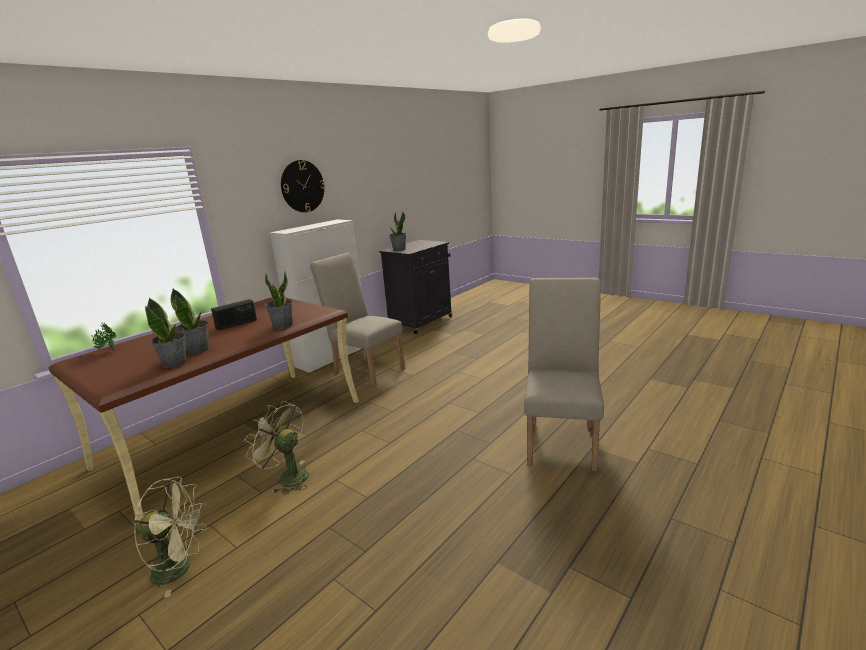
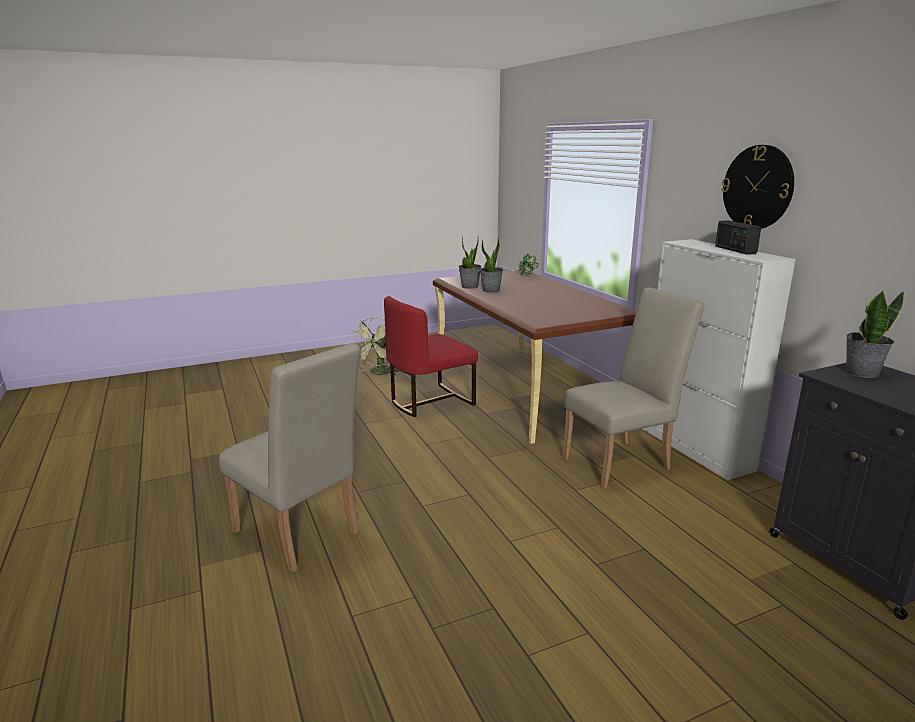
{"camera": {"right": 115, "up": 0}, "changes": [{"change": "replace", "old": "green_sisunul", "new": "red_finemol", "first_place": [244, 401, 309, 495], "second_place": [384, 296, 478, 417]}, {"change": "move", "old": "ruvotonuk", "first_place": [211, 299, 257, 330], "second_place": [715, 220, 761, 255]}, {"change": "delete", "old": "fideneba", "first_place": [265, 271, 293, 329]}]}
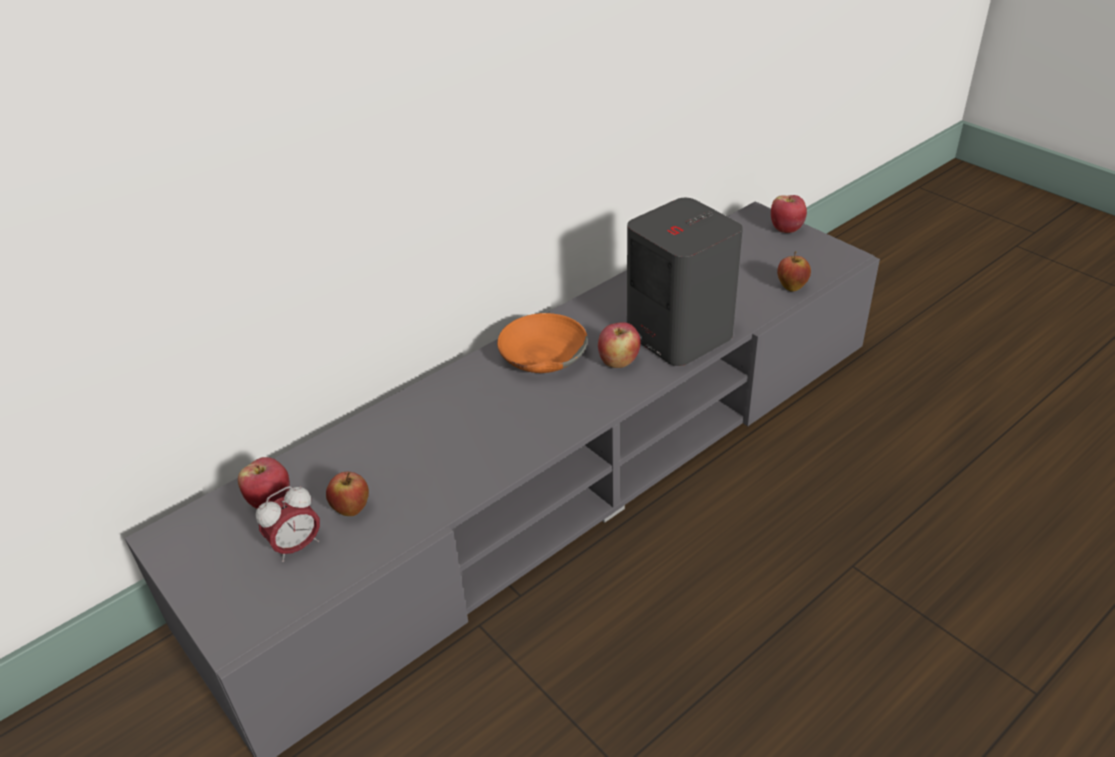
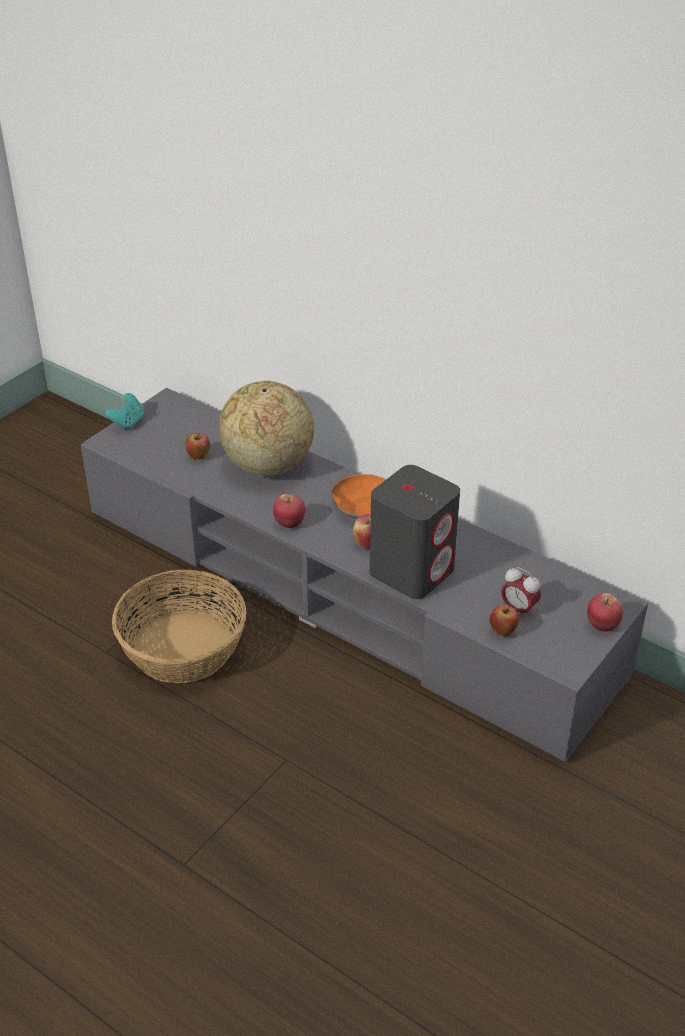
{"camera": {"right": 75, "up": 0}, "changes": [{"change": "insert", "new": "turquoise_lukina", "second_place": [105, 393, 144, 431]}, {"change": "insert", "new": "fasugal", "second_place": [112, 570, 247, 683]}, {"change": "insert", "new": "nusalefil", "second_place": [219, 381, 314, 476]}, {"change": "move", "old": "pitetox", "first_place": [238, 457, 290, 509], "second_place": [273, 494, 305, 528]}, {"change": "move", "old": "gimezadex", "first_place": [256, 486, 320, 562], "second_place": [501, 567, 541, 619]}]}
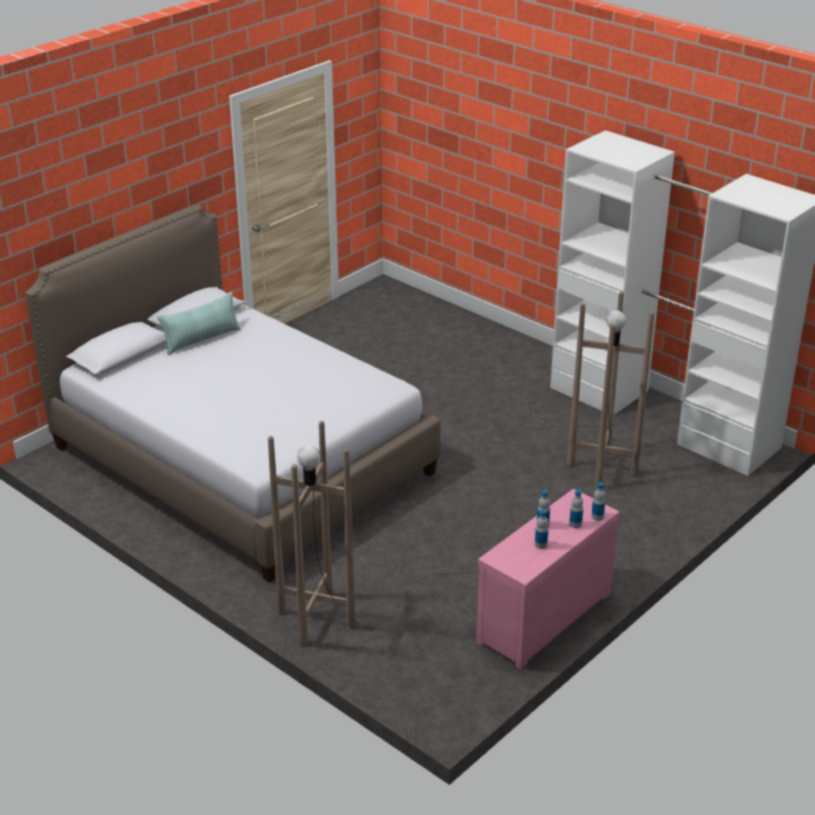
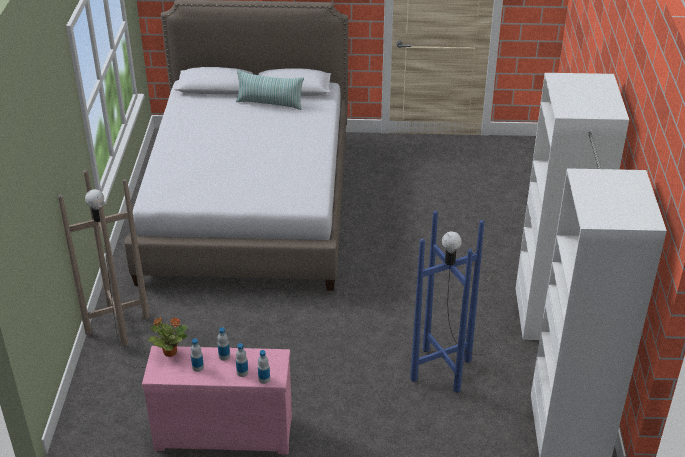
{"camera": {"right": 50, "up": 5}, "changes": [{"change": "insert", "new": "fideneba", "second_place": [148, 317, 188, 357]}, {"change": "recolor", "old": "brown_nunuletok", "new": "blue_nunuletok", "first_place": [461, 291, 654, 489], "second_place": [410, 210, 501, 393]}]}
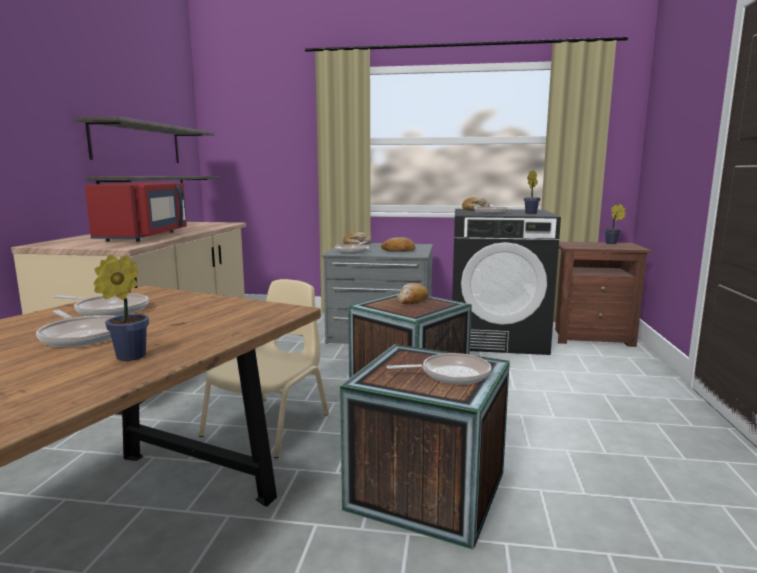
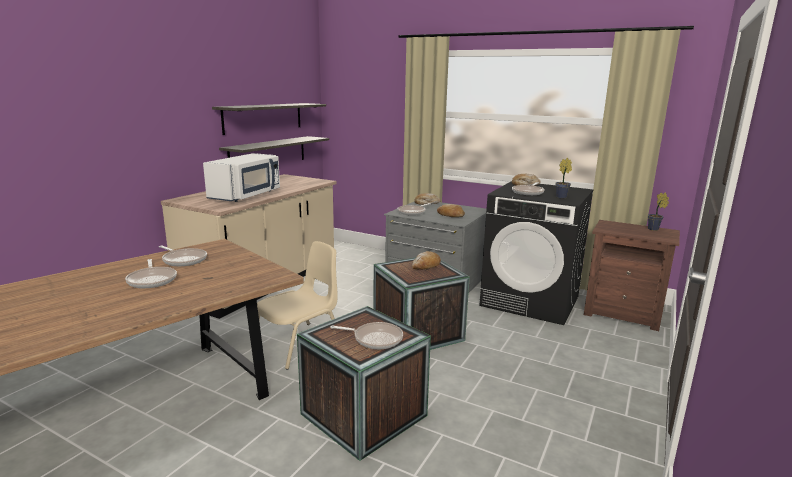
{"camera": {"right": 20, "up": 5}, "changes": [{"change": "recolor", "old": "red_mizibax", "new": "white_mizibax", "first_place": [85, 183, 187, 242], "second_place": [203, 153, 280, 202]}, {"change": "delete", "old": "fideneba", "first_place": [94, 254, 149, 361]}]}
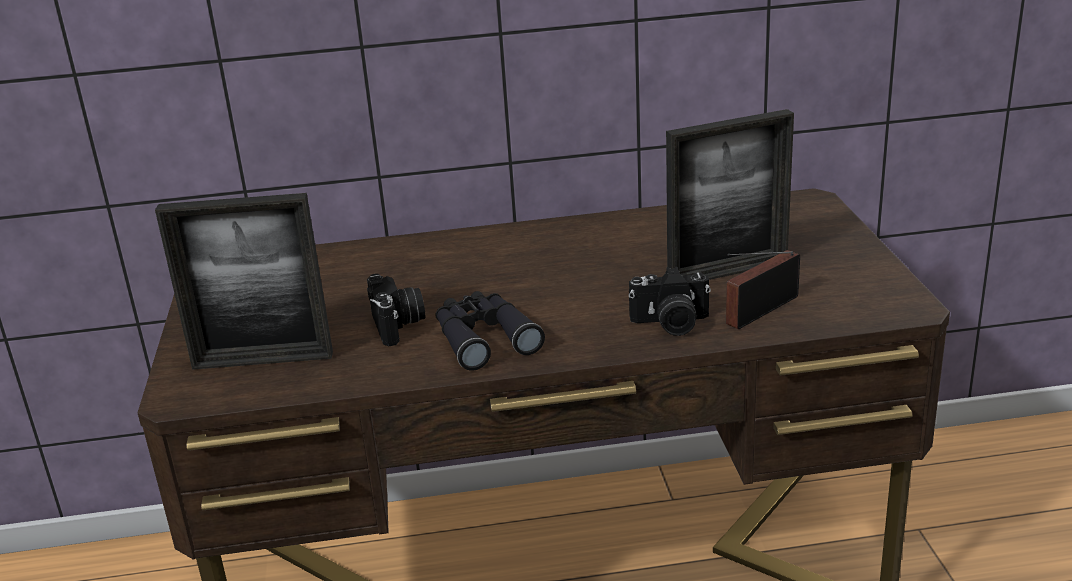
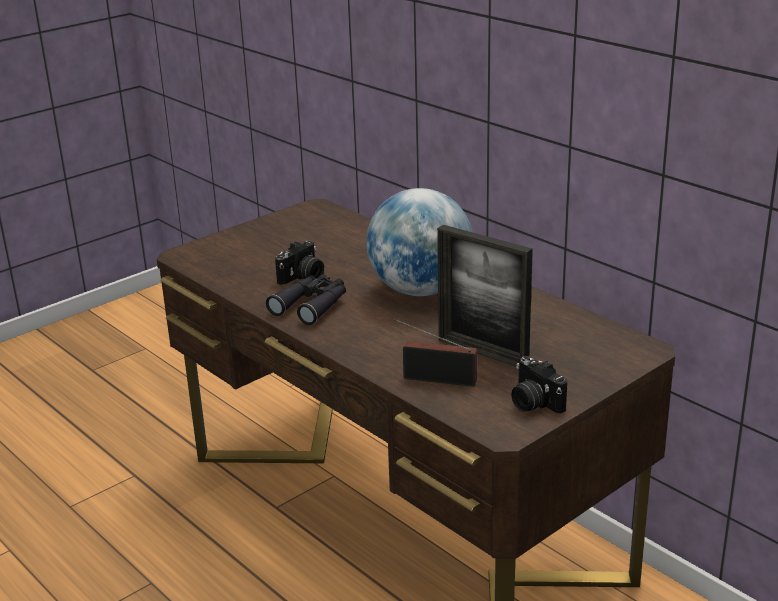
{"camera": {"right": 55, "up": 0}, "changes": [{"change": "insert", "new": "nusalefil", "second_place": [366, 188, 472, 296]}, {"change": "move", "old": "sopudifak", "first_place": [629, 267, 711, 336], "second_place": [511, 356, 567, 413]}, {"change": "delete", "old": "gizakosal", "first_place": [155, 193, 333, 370]}]}
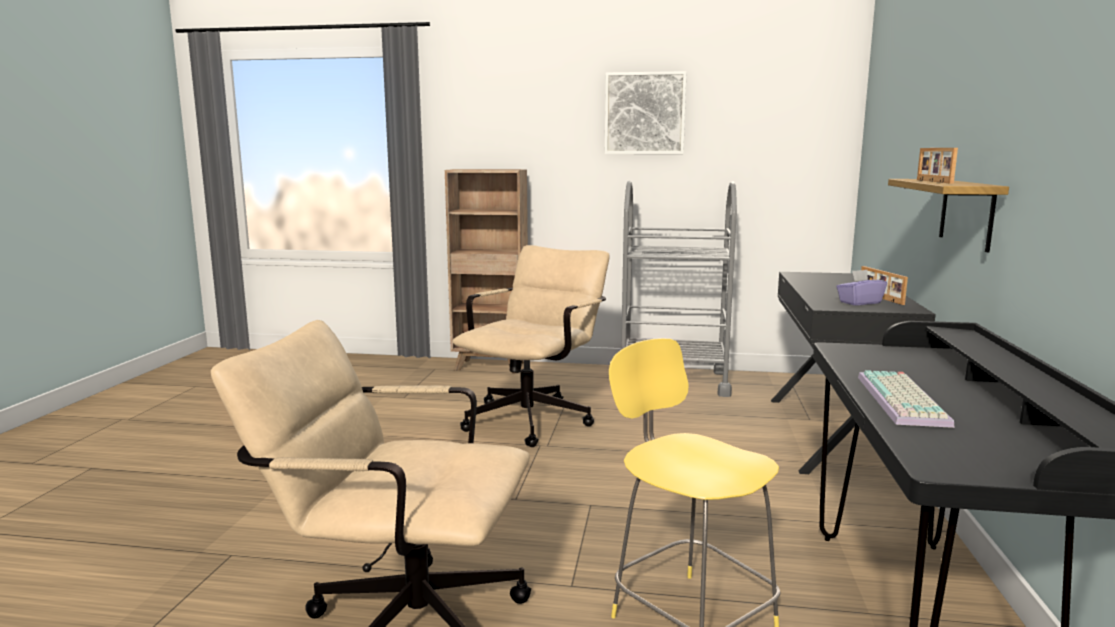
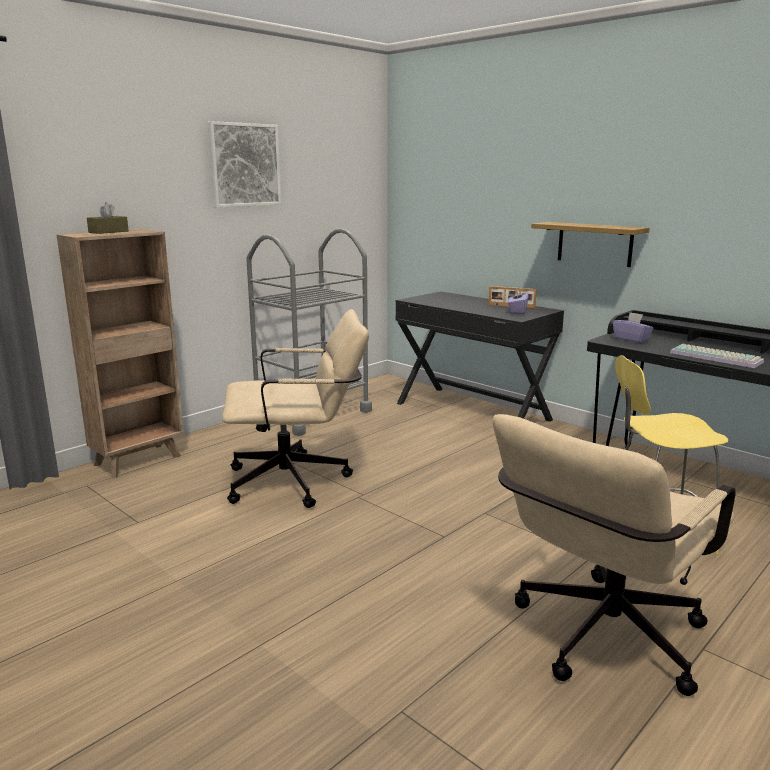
{"camera": {"right": -55, "up": 5}, "changes": [{"change": "insert", "new": "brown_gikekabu", "second_place": [87, 202, 129, 234]}, {"change": "rotate", "old": "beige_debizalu", "first_place": [452, 245, 610, 447], "second_place": [222, 309, 369, 508], "degrees": 105}, {"change": "insert", "new": "purple_gikekabu", "second_place": [613, 312, 654, 343]}, {"change": "delete", "old": "gizakosal", "first_place": [917, 148, 958, 184]}]}
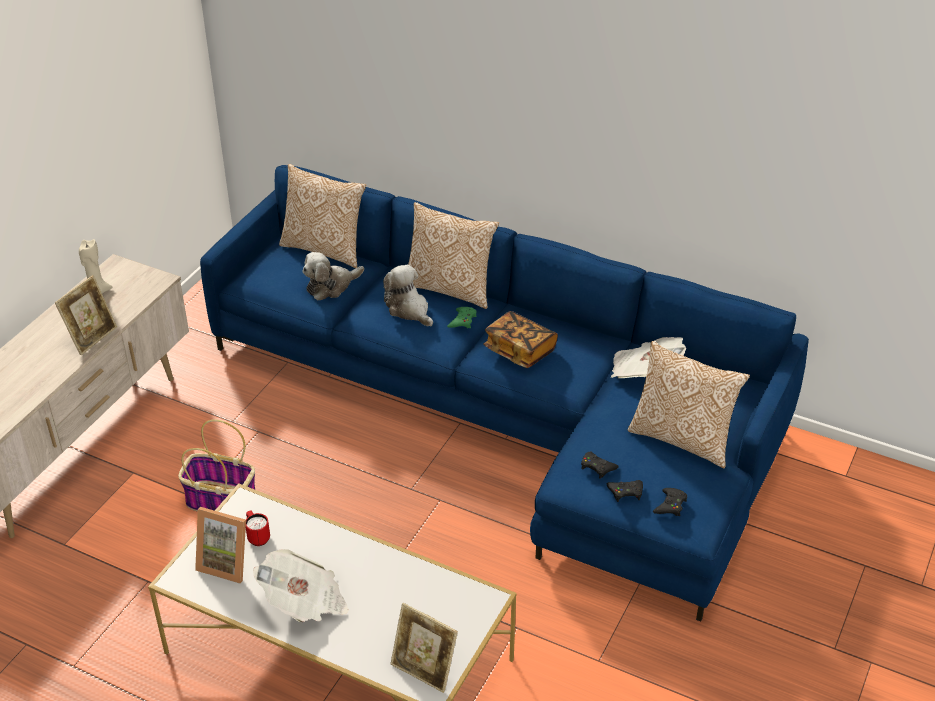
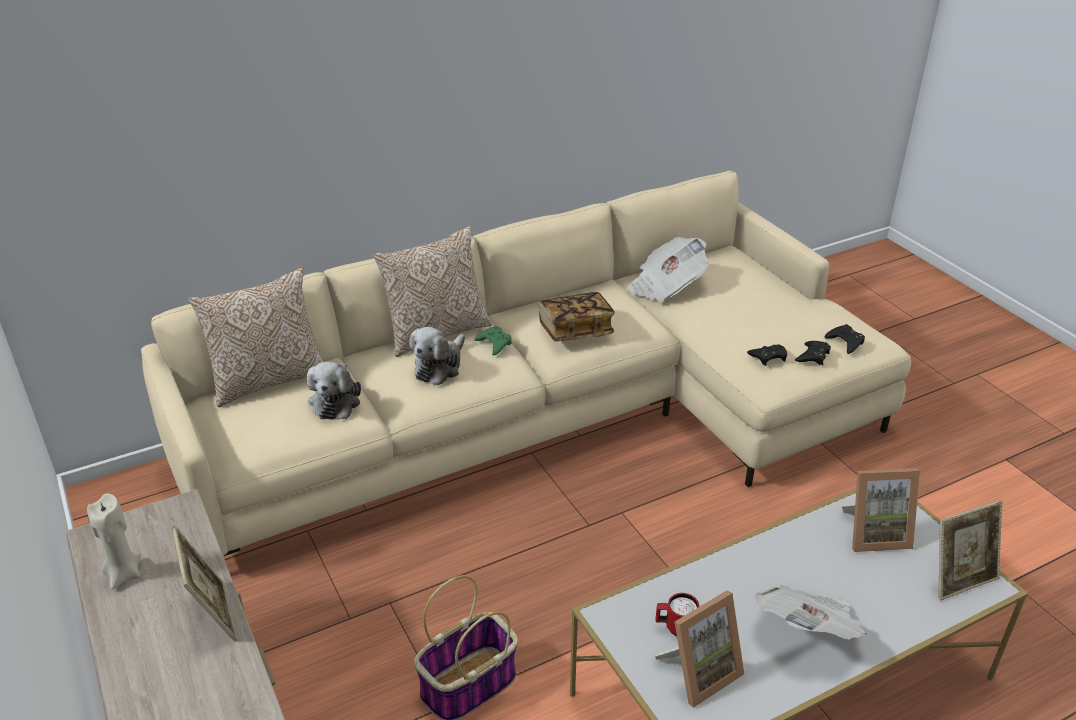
{"camera": {"right": -55, "up": -5}, "changes": [{"change": "recolor", "old": "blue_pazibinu", "new": "beige_pazibinu", "first_place": [200, 165, 809, 622], "second_place": [141, 171, 911, 556]}, {"change": "rotate", "old": "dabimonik", "first_place": [383, 265, 433, 326], "second_place": [409, 327, 465, 385], "degrees": -60}, {"change": "insert", "new": "gizakosal", "second_place": [842, 468, 920, 552]}, {"change": "delete", "old": "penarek", "first_place": [628, 341, 750, 469]}]}
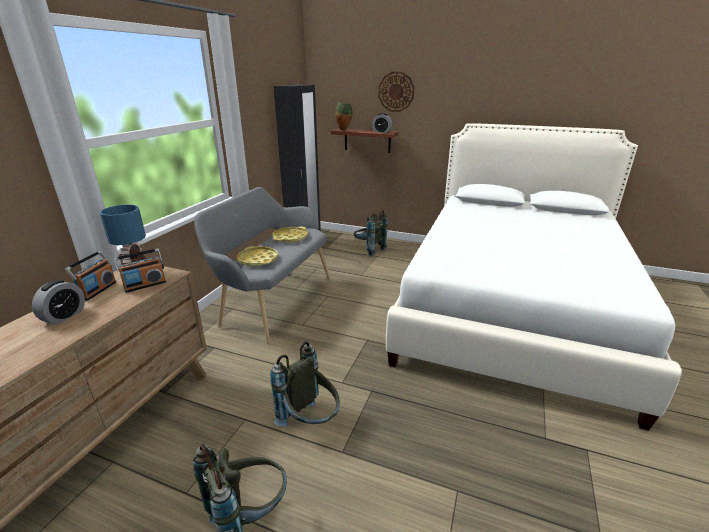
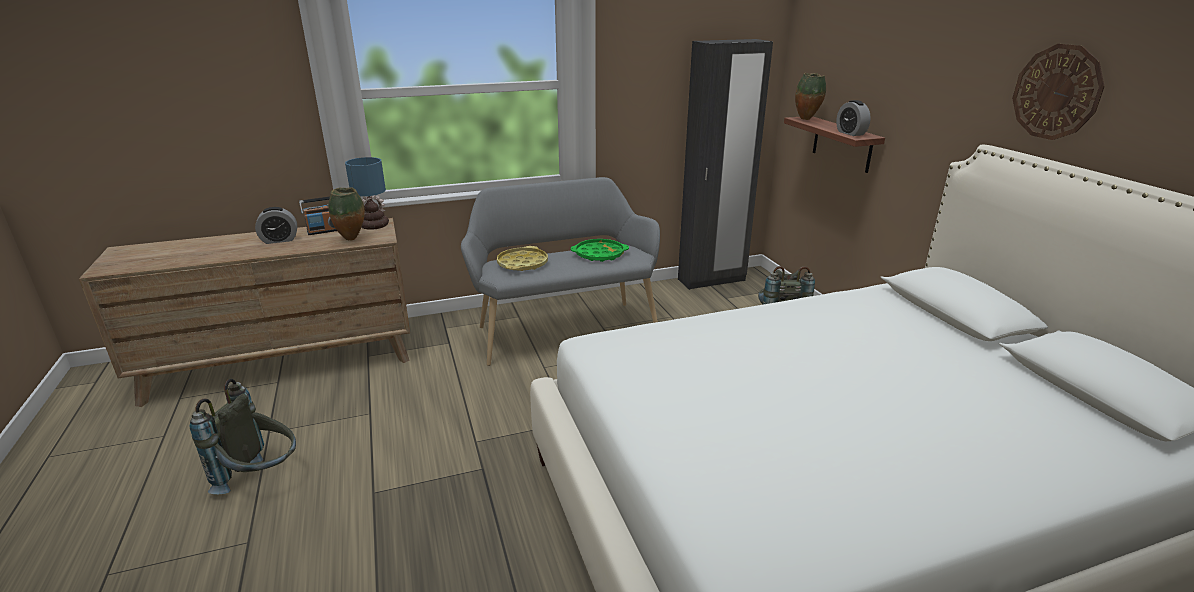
{"camera": {"right": 50, "up": 0}, "changes": [{"change": "replace", "old": "ruvotonuk", "new": "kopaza", "first_place": [114, 248, 166, 293], "second_place": [328, 187, 365, 241]}, {"change": "recolor", "old": "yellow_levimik", "new": "green_levimik", "first_place": [272, 227, 308, 243], "second_place": [571, 239, 629, 262]}, {"change": "move", "old": "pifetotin", "first_place": [378, 72, 414, 112], "second_place": [1012, 44, 1105, 140]}, {"change": "delete", "old": "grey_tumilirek", "first_place": [270, 342, 340, 427]}]}
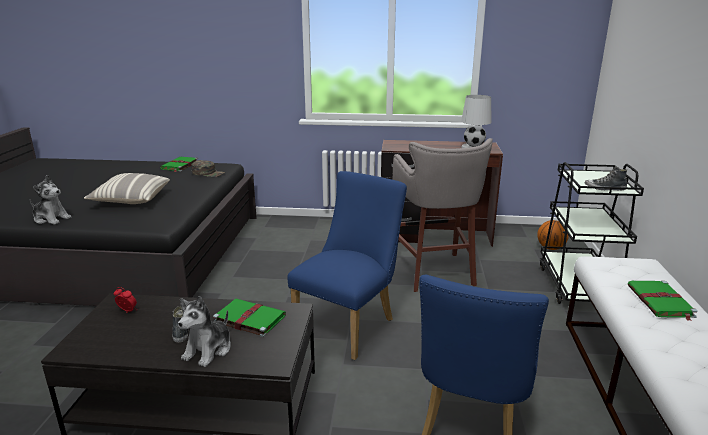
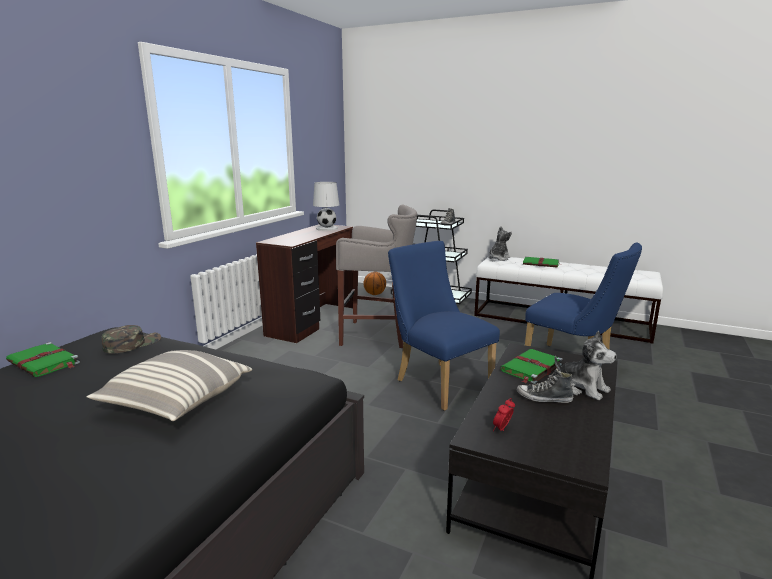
{"camera": {"right": -70, "up": -5}, "changes": [{"change": "move", "old": "dabimonik", "first_place": [30, 175, 71, 225], "second_place": [488, 226, 512, 261]}]}
